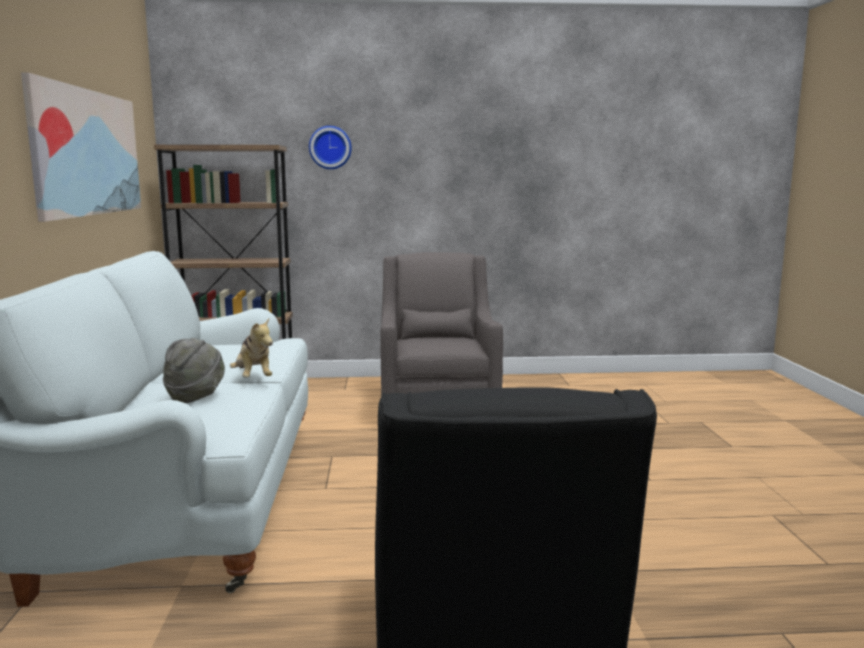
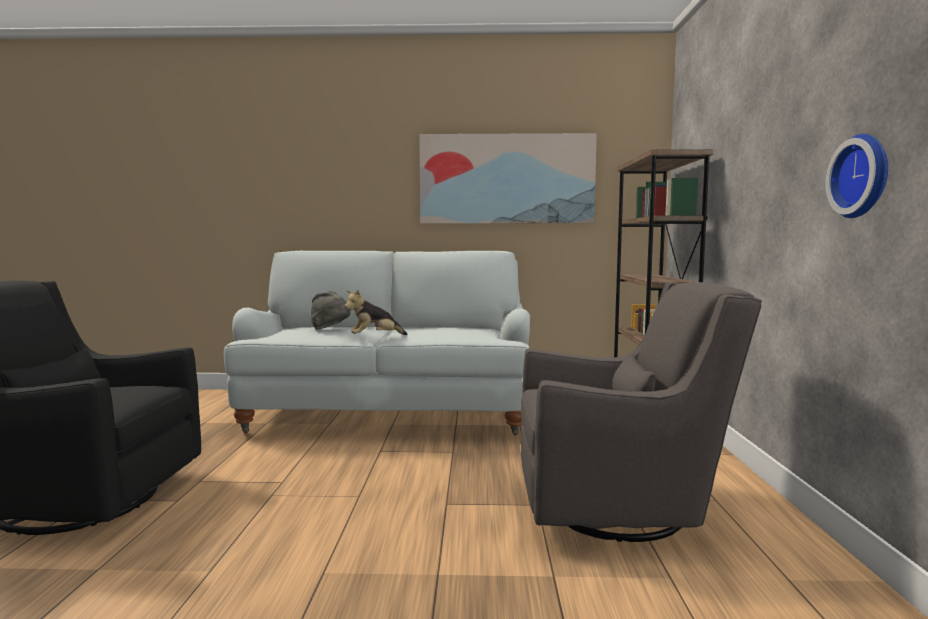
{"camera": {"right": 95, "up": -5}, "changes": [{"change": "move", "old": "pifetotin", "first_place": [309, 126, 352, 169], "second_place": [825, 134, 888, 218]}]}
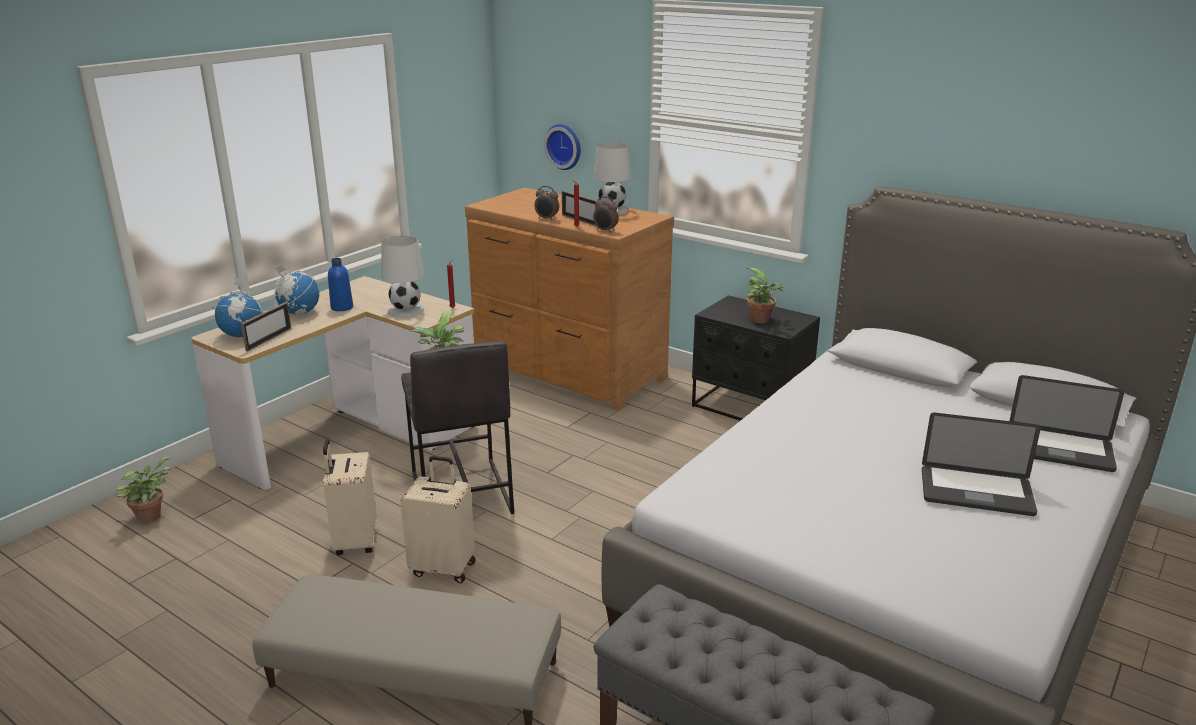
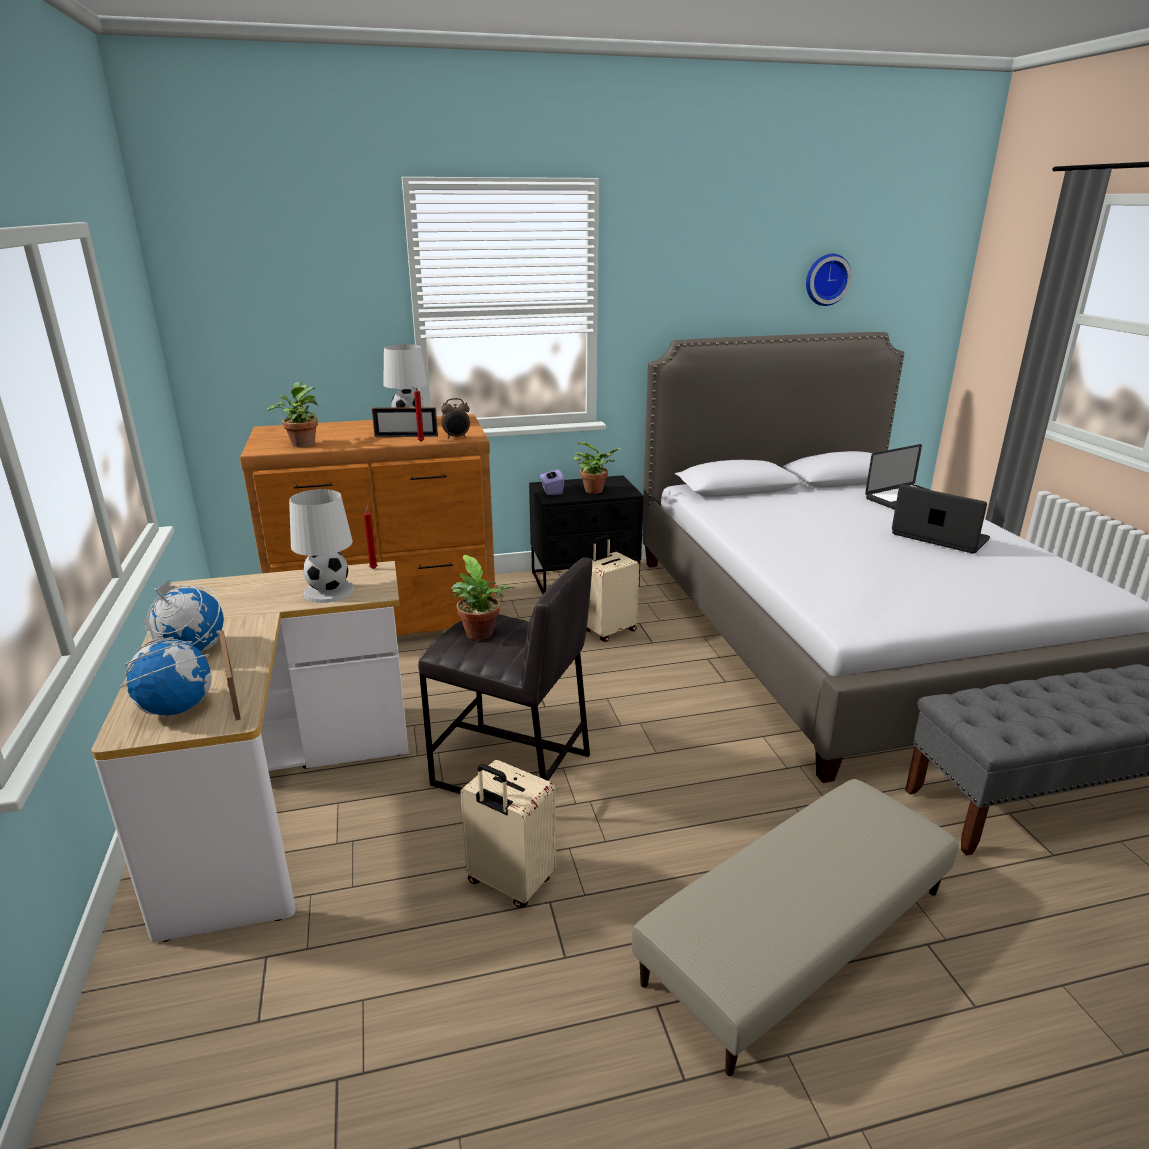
{"camera": {"right": -50, "up": 0}, "changes": [{"change": "move", "old": "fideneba", "first_place": [116, 456, 172, 523], "second_place": [267, 382, 318, 448]}, {"change": "insert", "new": "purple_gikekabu", "second_place": [540, 467, 564, 495]}, {"change": "move", "old": "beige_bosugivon", "first_place": [400, 456, 476, 583], "second_place": [586, 535, 640, 642]}, {"change": "move", "old": "pifetotin", "first_place": [544, 124, 581, 170], "second_place": [806, 254, 852, 306]}, {"change": "rotate", "old": "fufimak", "first_place": [922, 413, 1041, 516], "second_place": [892, 484, 990, 554], "degrees": -105}, {"change": "delete", "old": "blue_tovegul", "first_place": [328, 258, 353, 311]}, {"change": "delete", "old": "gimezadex", "first_place": [534, 186, 559, 221]}]}
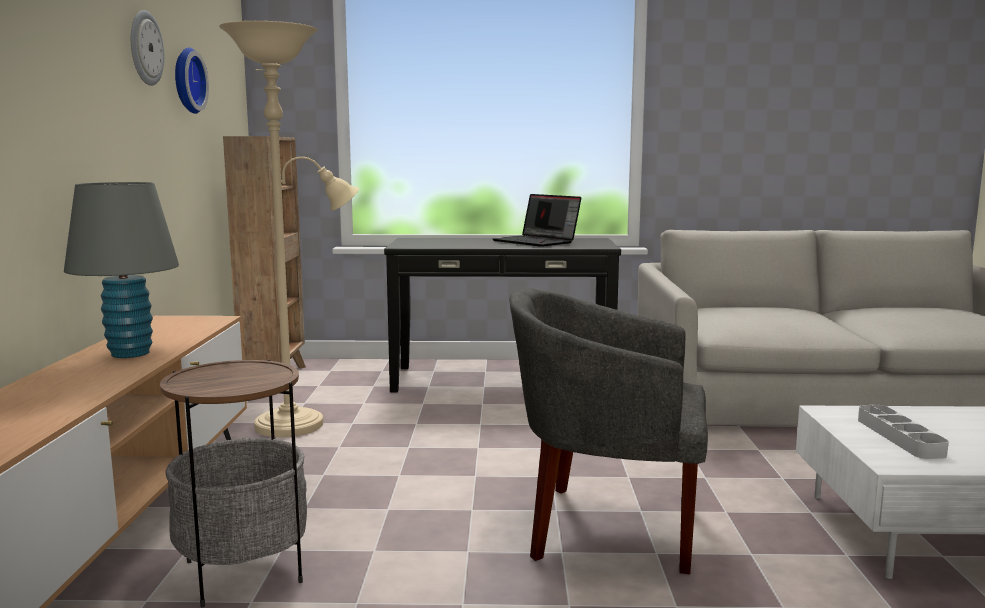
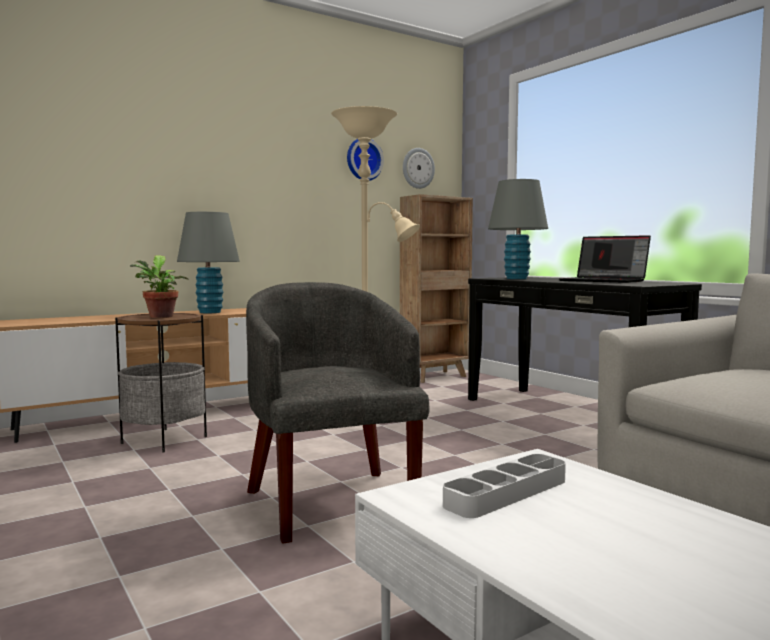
{"camera": {"right": 55, "up": -5}, "changes": [{"change": "insert", "new": "fideneba", "second_place": [130, 255, 188, 318]}, {"change": "move", "old": "pifetotin", "first_place": [131, 10, 164, 86], "second_place": [403, 148, 435, 189]}, {"change": "insert", "new": "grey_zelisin", "second_place": [488, 179, 548, 279]}, {"change": "rotate", "old": "fufimak", "first_place": [492, 194, 581, 247], "second_place": [558, 235, 651, 283], "degrees": -60}]}
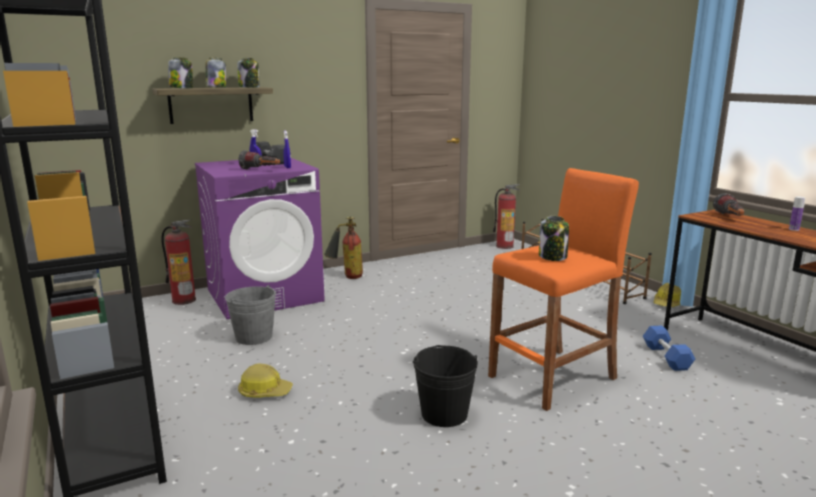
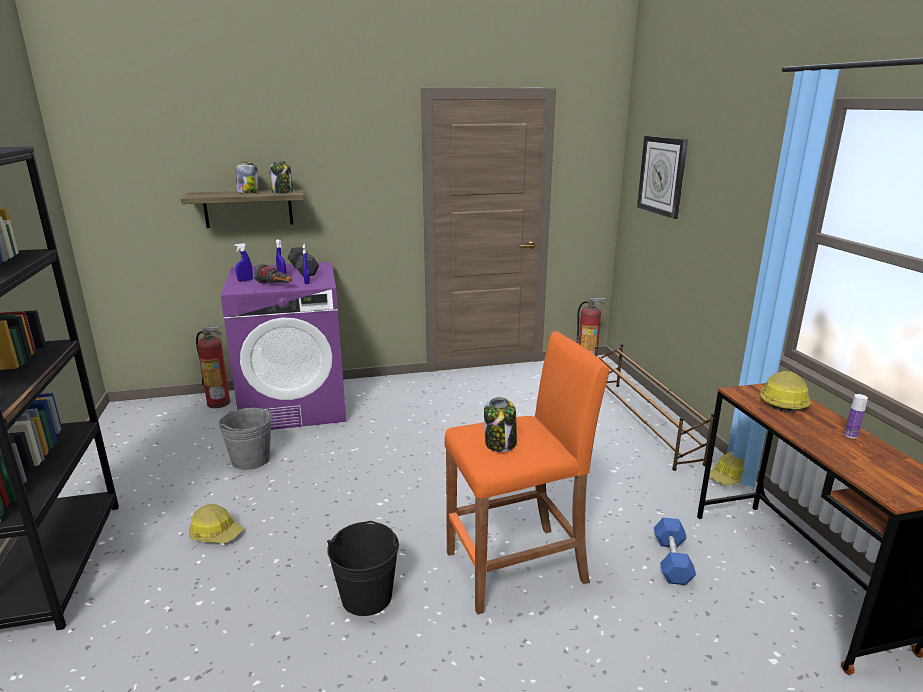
{"camera": {"right": 15, "up": 5}, "changes": [{"change": "insert", "new": "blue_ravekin", "second_place": [234, 243, 253, 282]}, {"change": "insert", "new": "pifetotin", "second_place": [637, 136, 688, 219]}, {"change": "replace", "old": "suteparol", "new": "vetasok", "first_place": [713, 193, 745, 216], "second_place": [760, 371, 811, 413]}, {"change": "delete", "old": "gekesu", "first_place": [168, 57, 193, 88]}, {"change": "delete", "old": "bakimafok", "first_place": [324, 216, 363, 279]}]}
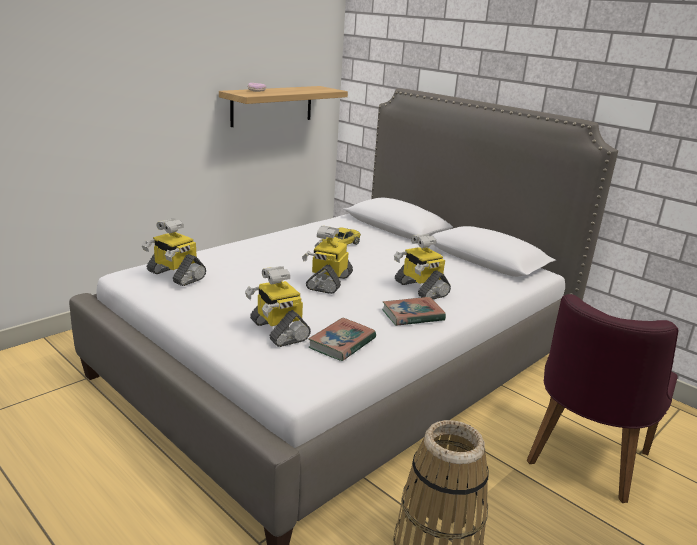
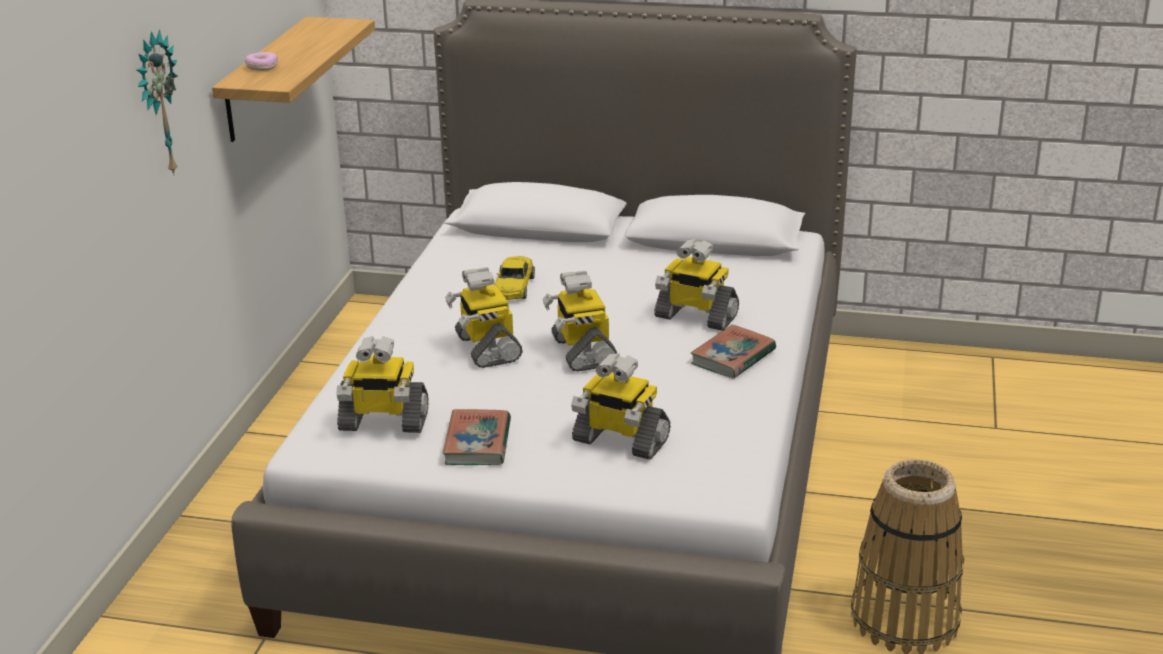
{"camera": {"right": -30, "up": 5}, "changes": [{"change": "insert", "new": "pifetotin", "second_place": [137, 30, 178, 176]}, {"change": "move", "old": "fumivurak", "first_place": [308, 318, 376, 361], "second_place": [443, 409, 511, 465]}, {"change": "insert", "new": "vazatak", "second_place": [445, 267, 522, 368]}, {"change": "delete", "old": "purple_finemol", "first_place": [527, 294, 678, 503]}]}
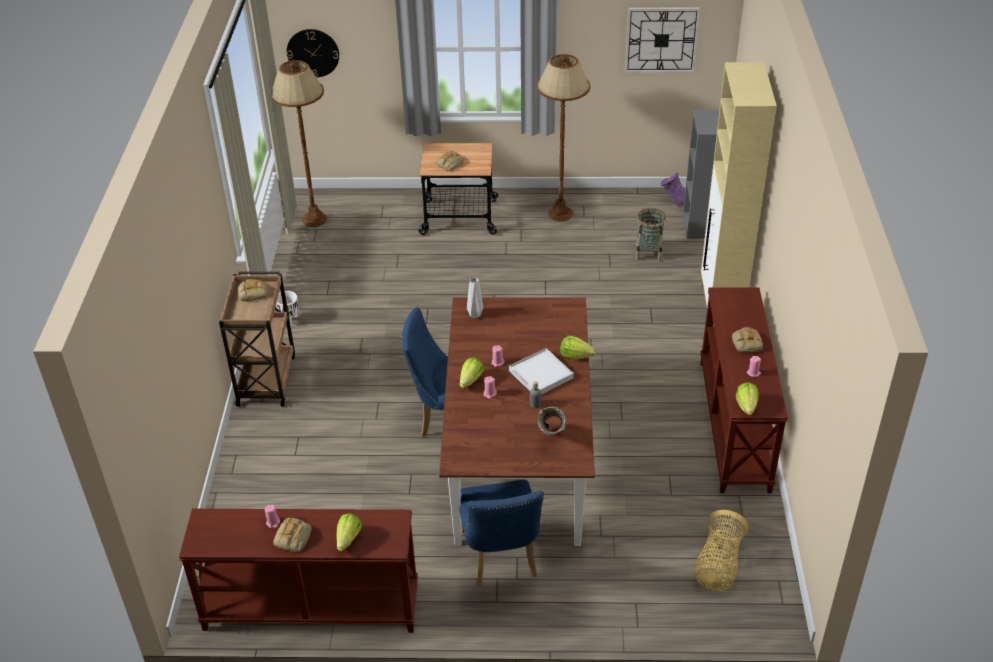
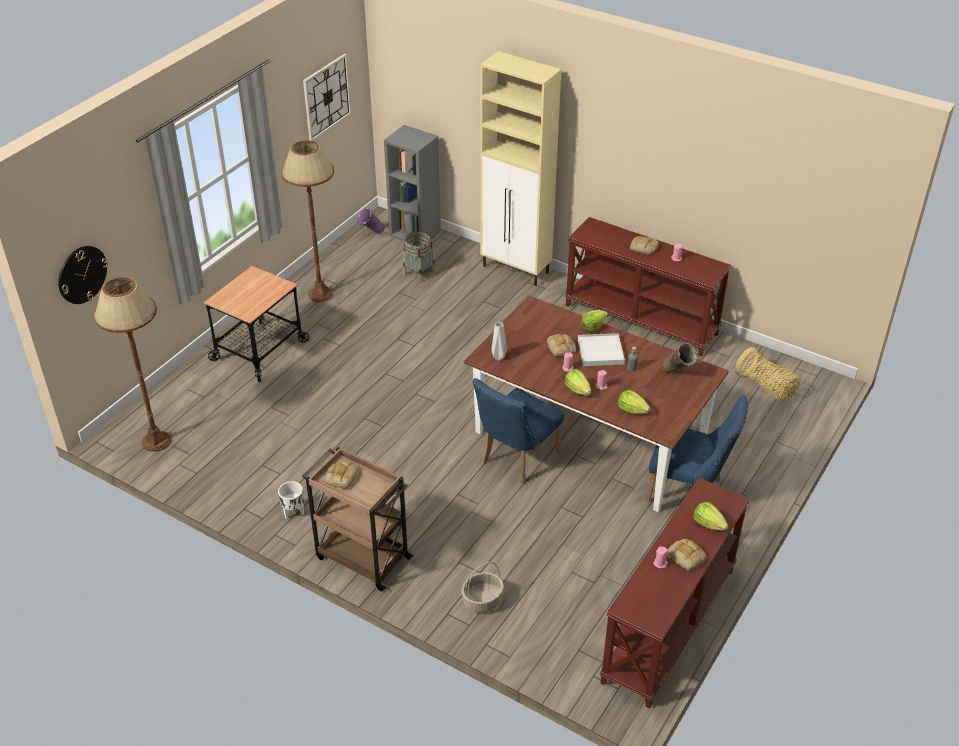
{"camera": {"right": -60, "up": 0}, "changes": [{"change": "insert", "new": "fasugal", "second_place": [462, 562, 504, 613]}, {"change": "move", "old": "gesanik", "first_place": [435, 151, 464, 171], "second_place": [547, 334, 576, 356]}, {"change": "move", "old": "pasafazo", "first_place": [736, 382, 759, 415], "second_place": [618, 390, 651, 414]}]}
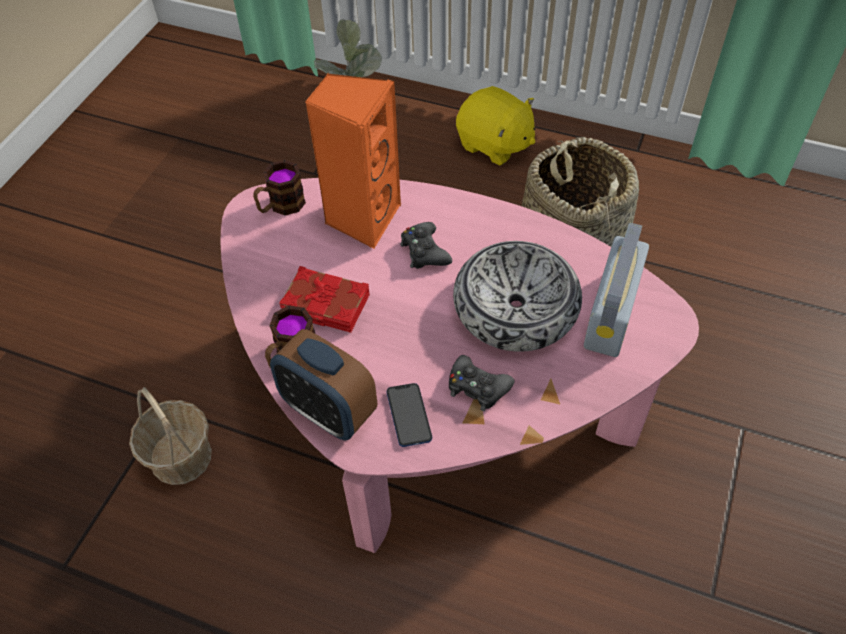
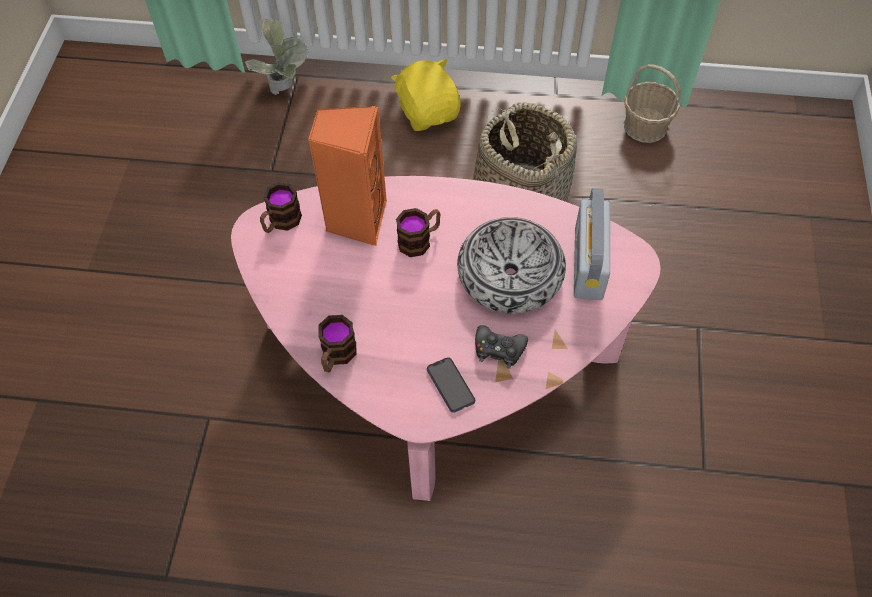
{"camera": {"right": -15, "up": 5}, "changes": [{"change": "rotate", "old": "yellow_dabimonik", "first_place": [456, 86, 535, 166], "second_place": [391, 59, 461, 131], "degrees": -135}, {"change": "replace", "old": "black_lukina", "new": "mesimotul", "first_place": [400, 222, 452, 269], "second_place": [396, 208, 441, 257]}, {"change": "move", "old": "fasugal", "first_place": [129, 387, 212, 485], "second_place": [624, 64, 681, 143]}, {"change": "delete", "old": "gimezadex", "first_place": [270, 329, 377, 440]}, {"change": "delete", "old": "red_fumivurak", "first_place": [280, 266, 370, 333]}]}
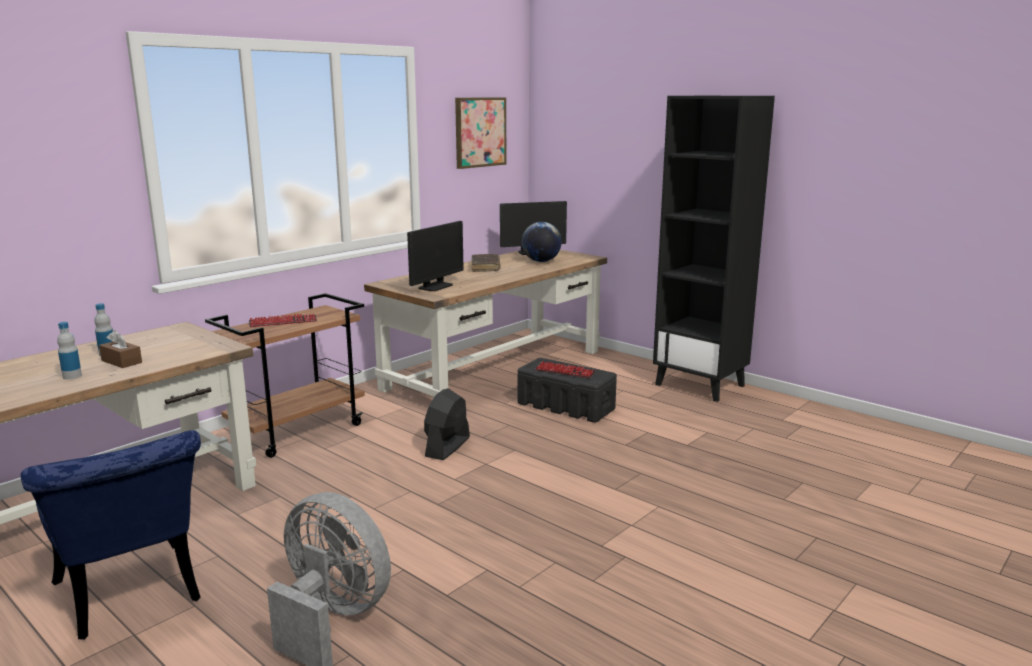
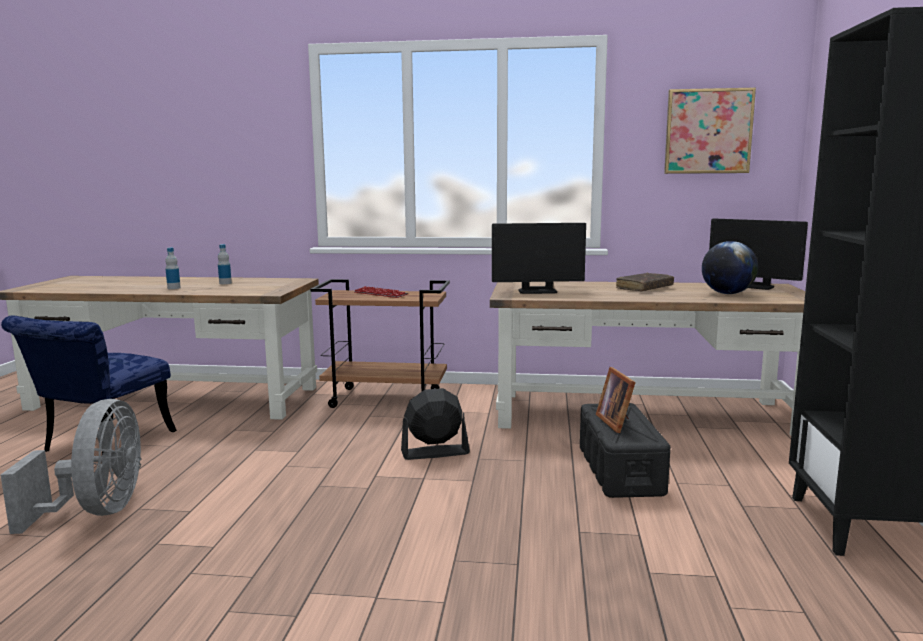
{"camera": {"right": 55, "up": -5}, "changes": [{"change": "replace", "old": "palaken", "new": "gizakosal", "first_place": [536, 361, 596, 378], "second_place": [596, 367, 636, 433]}, {"change": "delete", "old": "brown_gikekabu", "first_place": [99, 330, 142, 368]}]}
